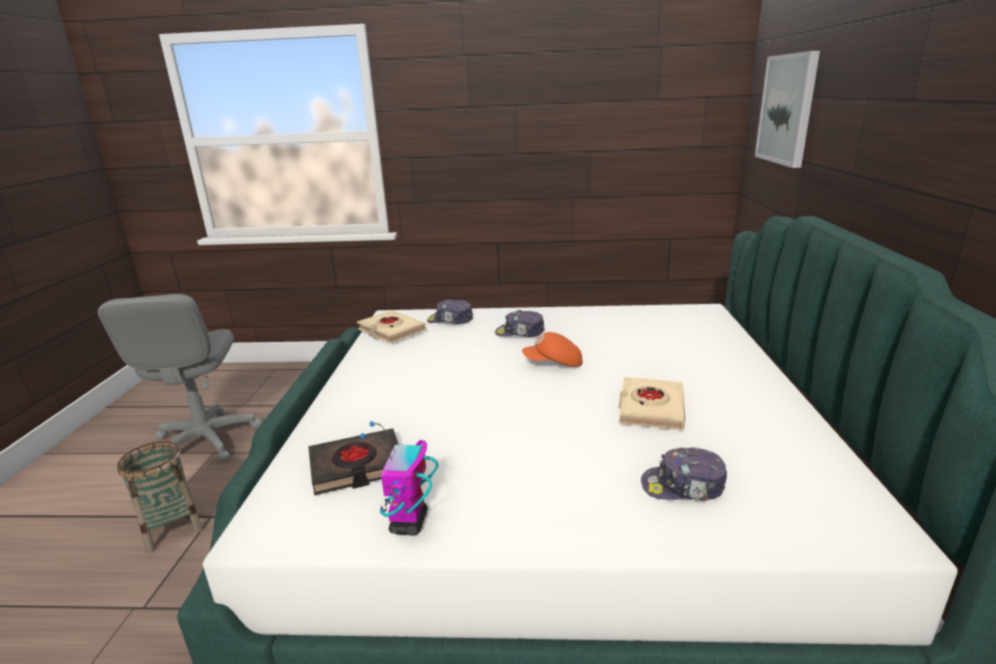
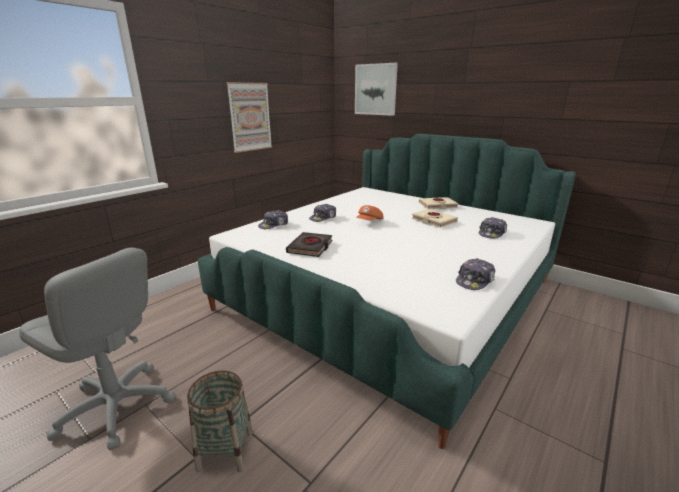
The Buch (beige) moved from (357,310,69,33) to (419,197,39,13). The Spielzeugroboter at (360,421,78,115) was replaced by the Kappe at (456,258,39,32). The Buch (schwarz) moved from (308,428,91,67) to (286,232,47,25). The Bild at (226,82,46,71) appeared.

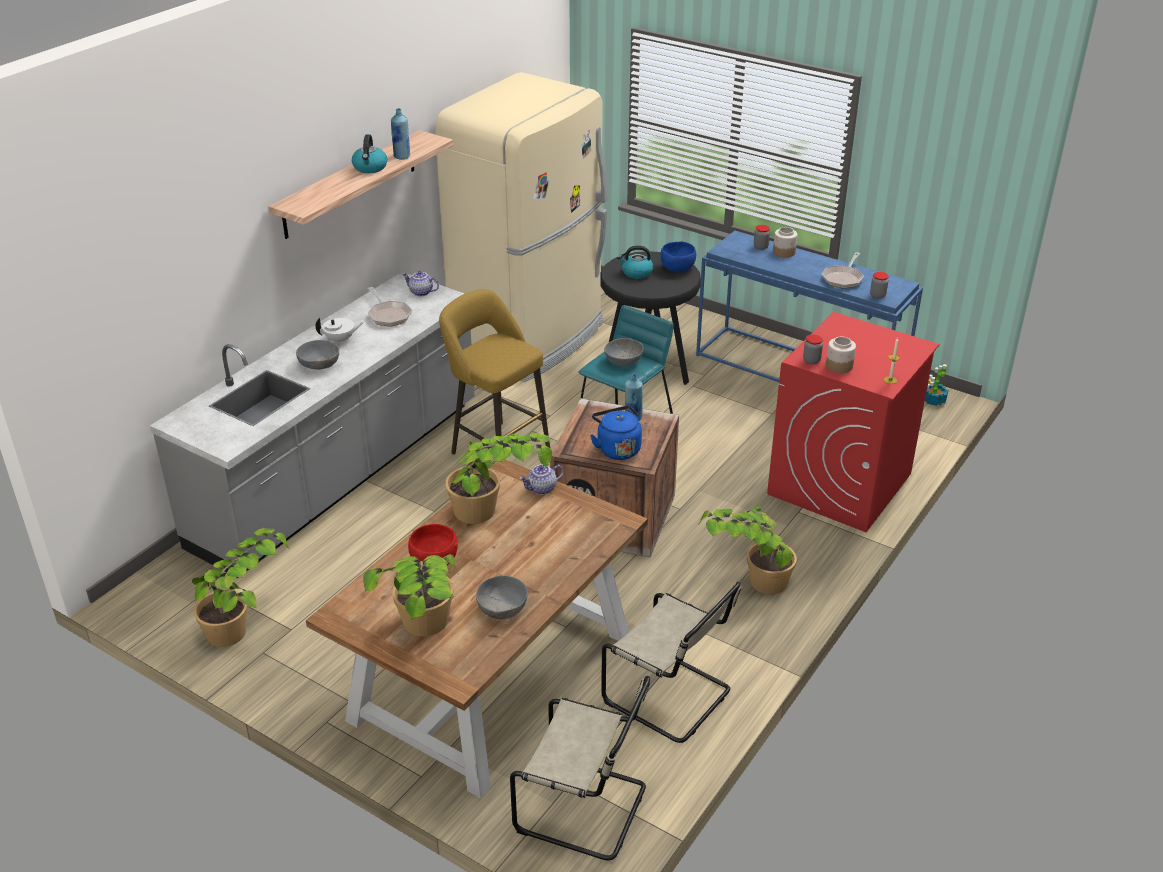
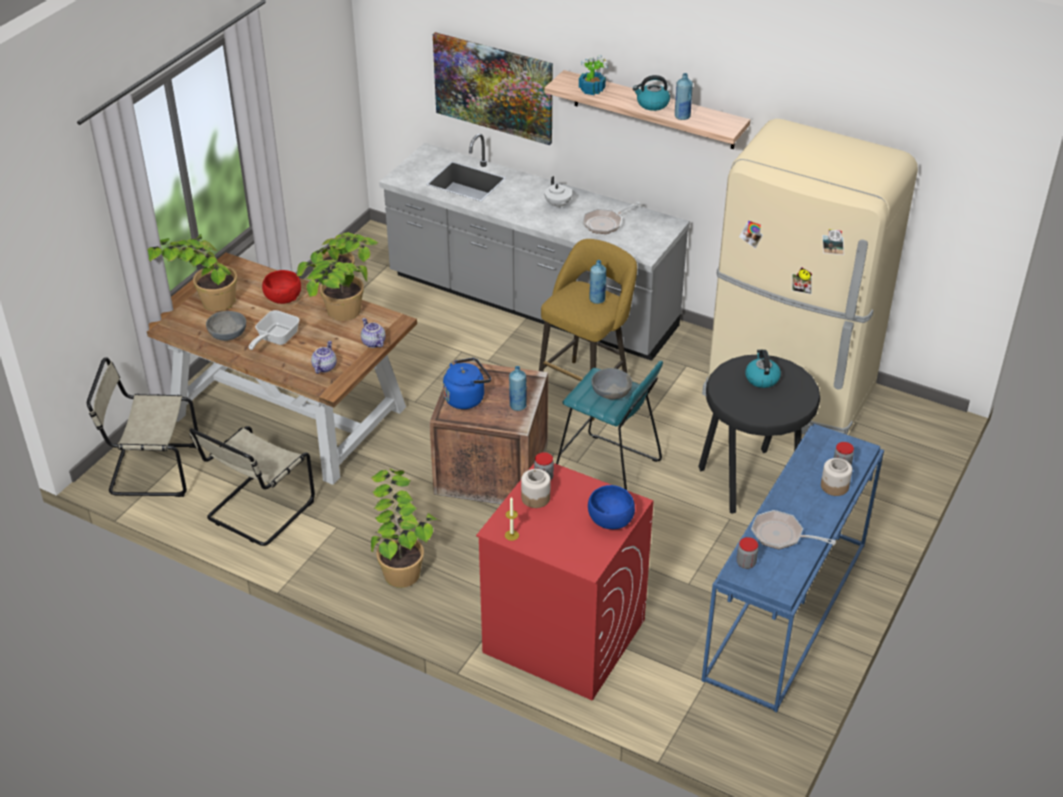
The Schüssel (blau) moved from (661,242,35,31) to (588,485,47,44). The Teekanne moved from (402,271,37,25) to (311,341,26,33). The Schüssel (grau) at (296,340,43,30) disappeared. The Topfpflanze moved from (925,364,23,42) to (579,55,30,40). The Stuhl (beige) at (510,676,140,184) turned 75 degrees clockwise. The Bild at (433,32,120,113) appeared. The Flasche (blau) at (589,260,17,44) appeared. The Pfanne at (249,310,50,40) appeared.

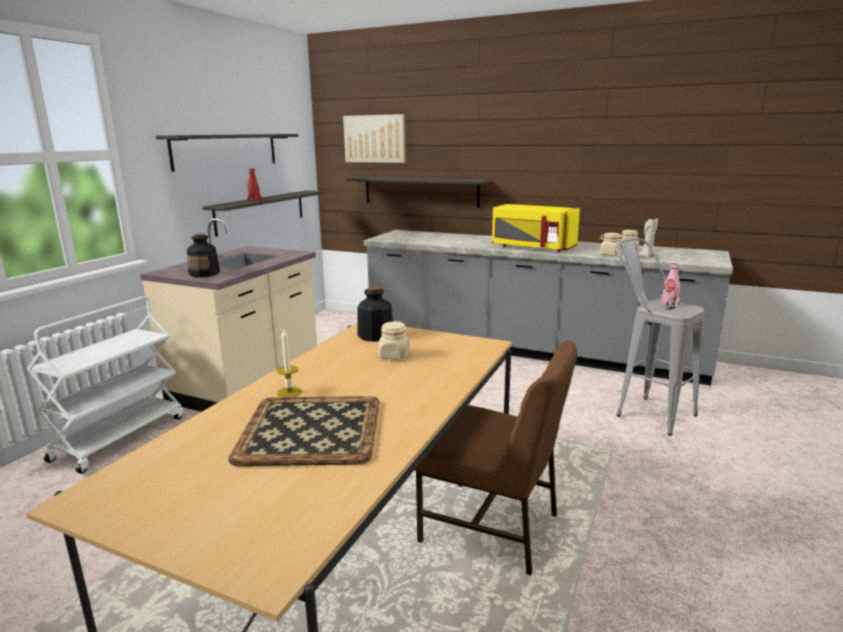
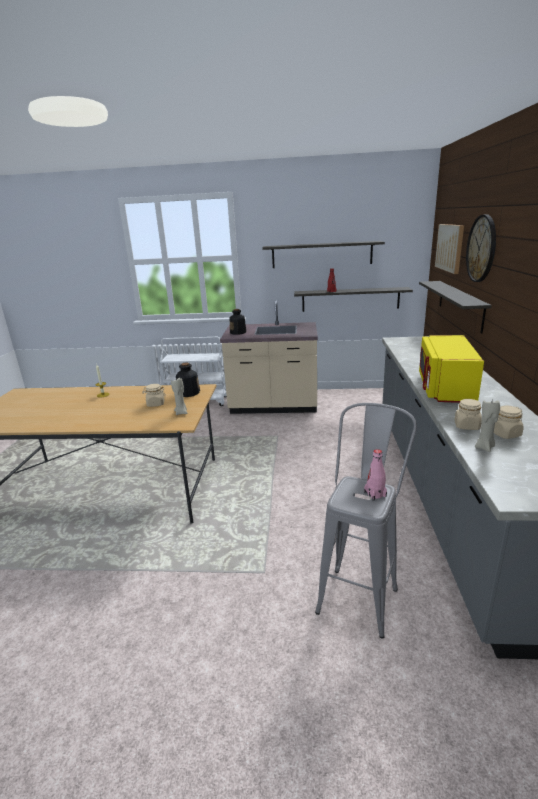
The Stuhl (braun) at (415,341,163,234) disappeared. The Tablett at (228,396,152,70) disappeared. The Wanduhr at (466,214,30,68) appeared. The Kerze (beige) at (171,378,16,37) appeared.

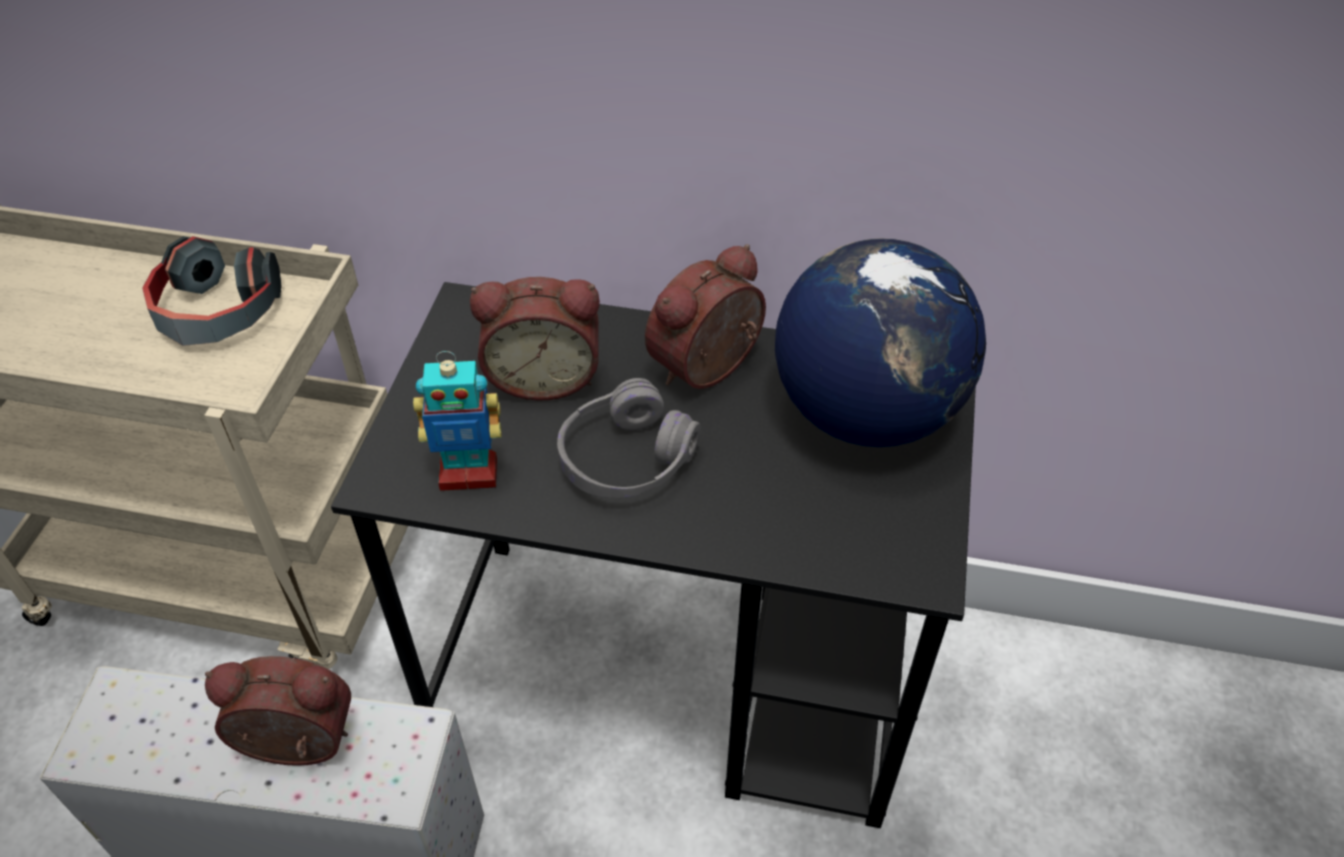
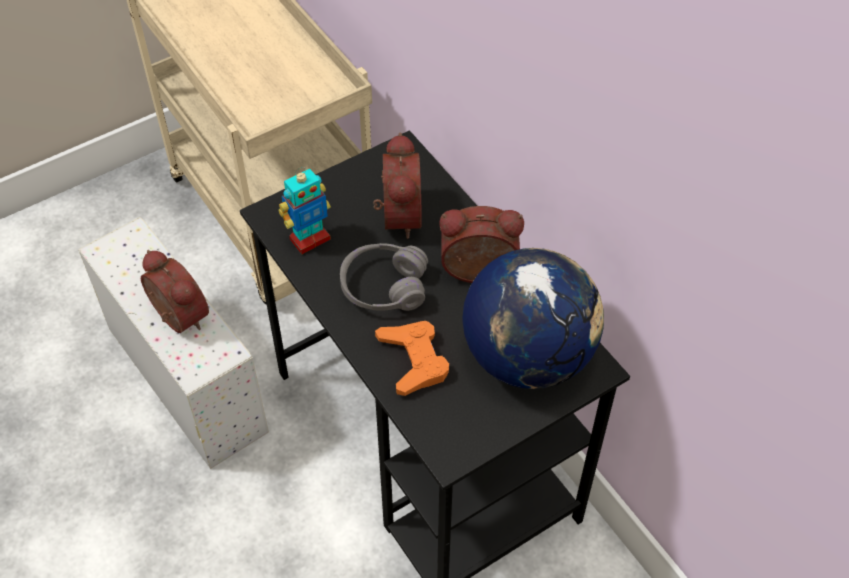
The Kopfhörer at (142,236,140,110) disappeared. The Wecker at (470,277,130,124) turned 135 degrees counterclockwise. The Spielzeugroboter at (413,351,88,140) turned 75 degrees counterclockwise. The Gamepad (orange) at (375,321,74,75) appeared.

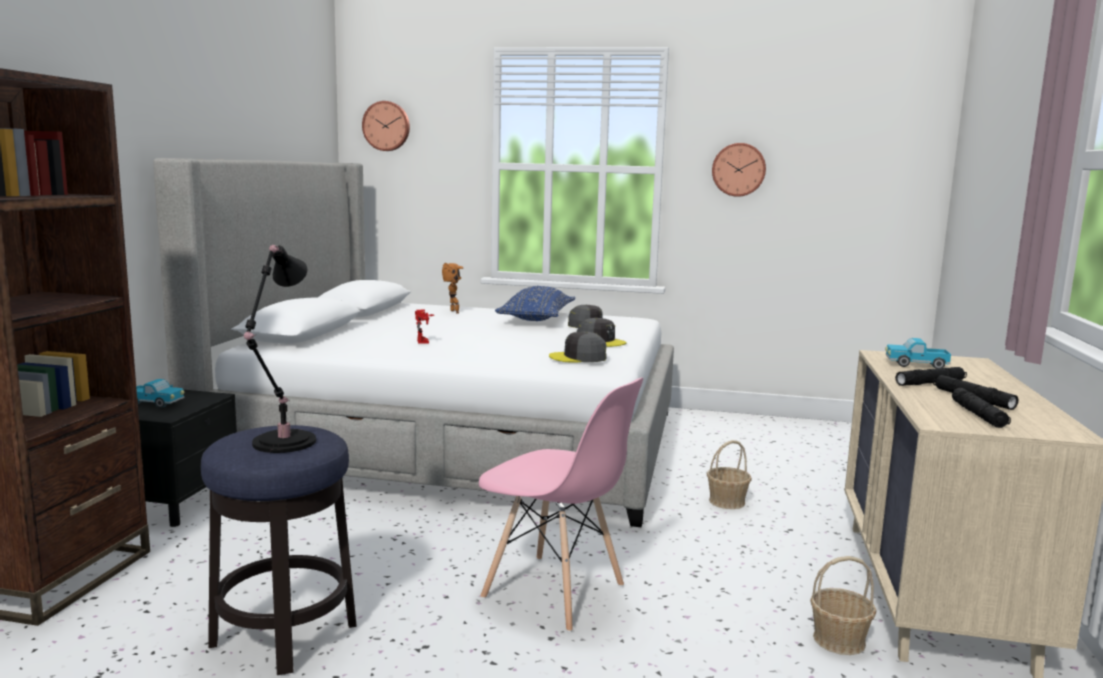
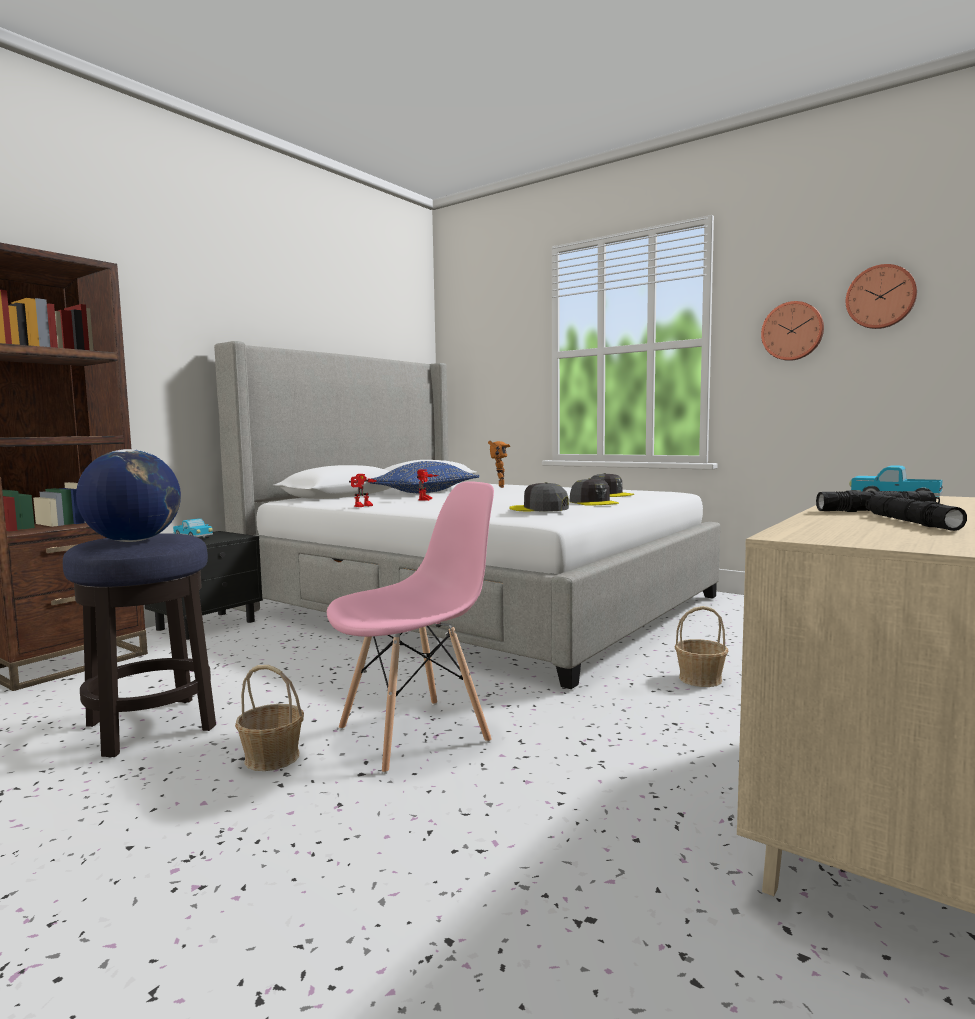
The Wanduhr moved from (362,101,48,50) to (846,264,71,65). The Tischlampe (schwarz) at (244,245,72,208) was replaced by the Globus at (76,449,105,93). The Kissen (blau) moved from (495,286,80,35) to (369,461,110,32). The Stuhl (rosa) at (479,378,164,254) turned 90 degrees counterclockwise. The Taschenlampe (schwarz) at (952,388,59,40) disappeared. The Korb moved from (810,556,67,99) to (235,665,69,106). The Spielzeugroboter at (349,474,28,33) appeared.

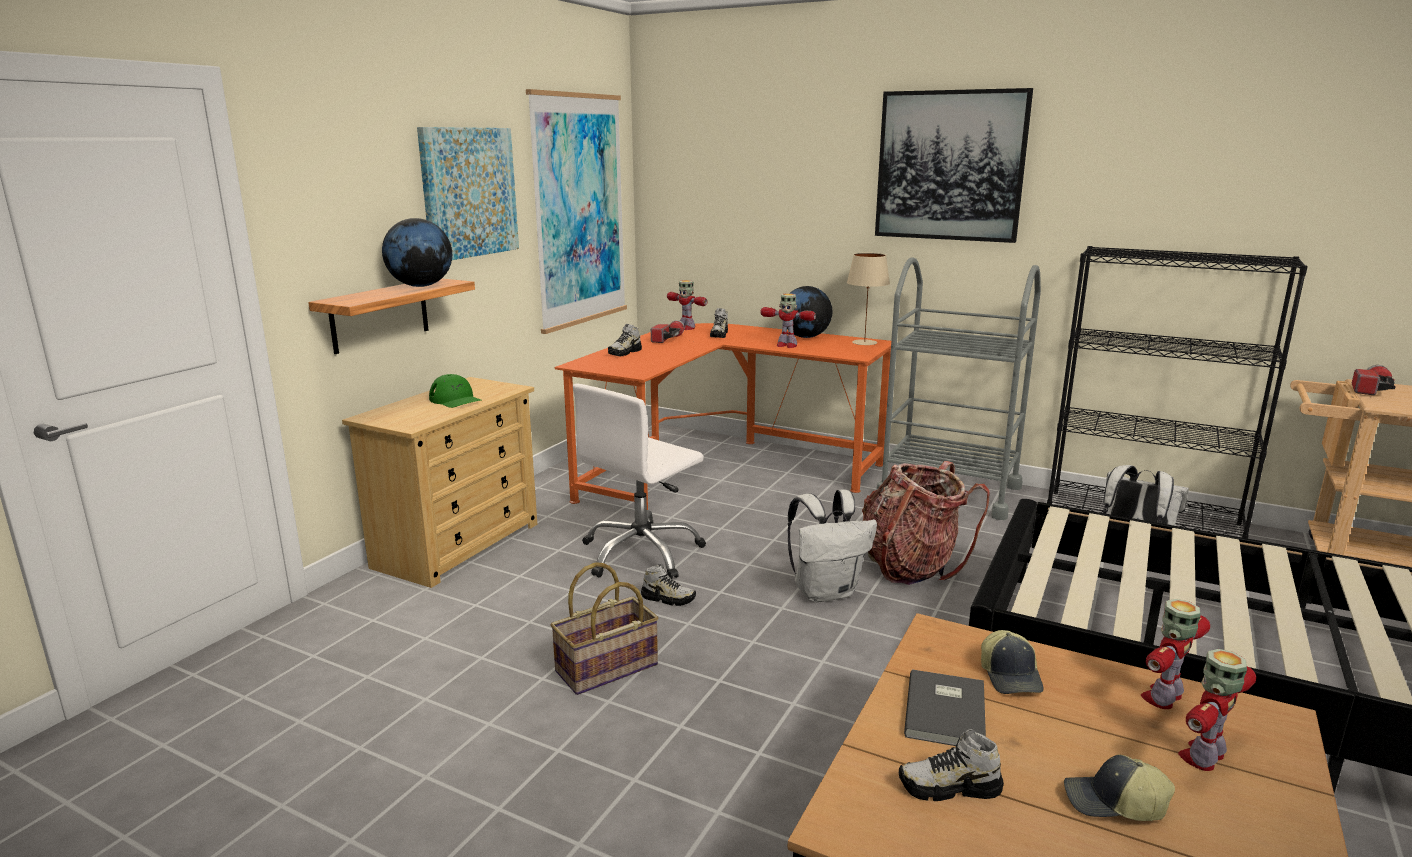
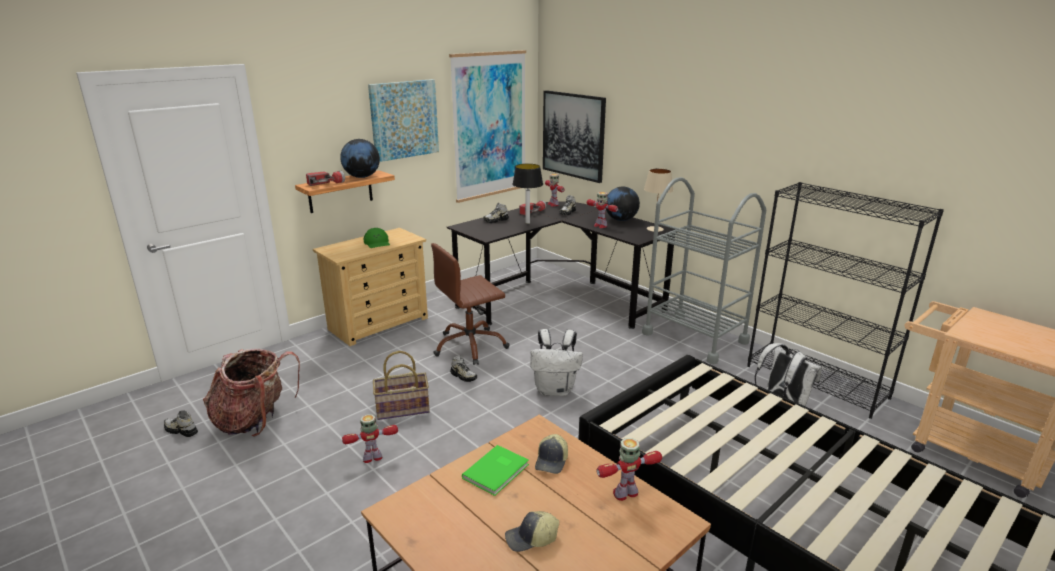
The Bild moved from (875,88,158,155) to (543,90,63,93). The Schreibtisch (orange) at (555,323,336,187) became the Schreibtisch (schwarz) at (447,201,230,128). The Taschenlampe moved from (1352,365,44,30) to (306,171,39,15). The Bürostuhl (weiß) at (573,384,133,195) became the Bürostuhl (braun) at (431,243,79,122). The Rucksack moved from (862,461,127,124) to (203,349,97,88). The Spielzeugroboter moved from (1178,649,78,122) to (342,414,56,49). The Buch (grau) at (904,669,82,77) became the Buch (grün) at (462,445,67,51). The Schuh moved from (899,729,105,72) to (164,410,34,27). The Kappe at (1064,755,111,66) turned 45 degrees counterclockwise. The Tischlampe at (512,164,31,60) appeared.

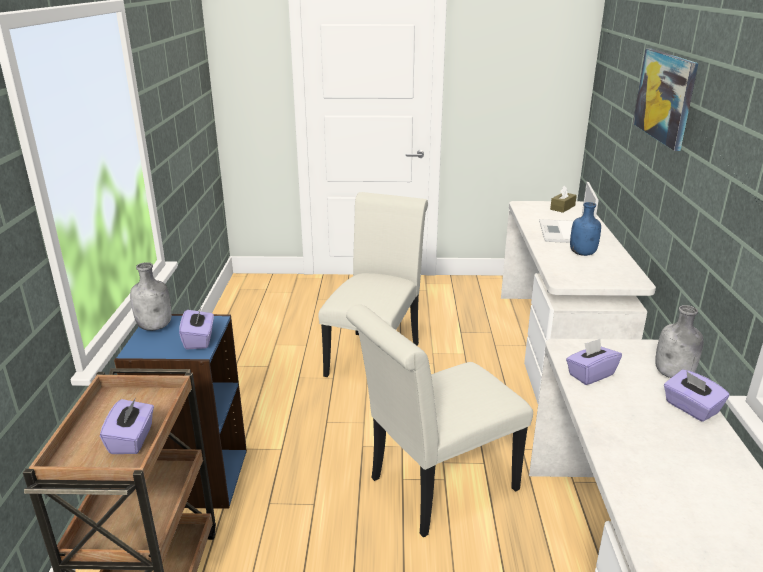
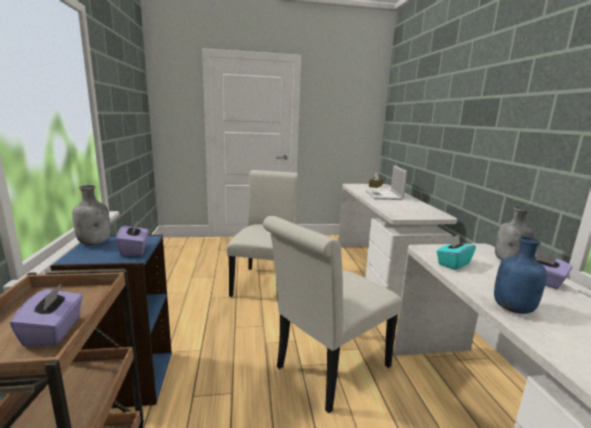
The Bild at (633,48,65,103) disappeared. The Flasche (blau) moved from (570,202,31,54) to (494,236,53,78). The Taschentuchbox (lila) at (566,338,56,47) became the Taschentuchbox (türkis) at (436,235,40,35).

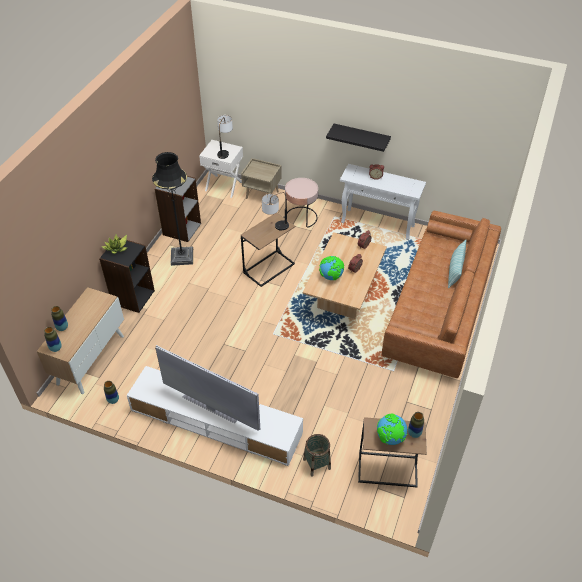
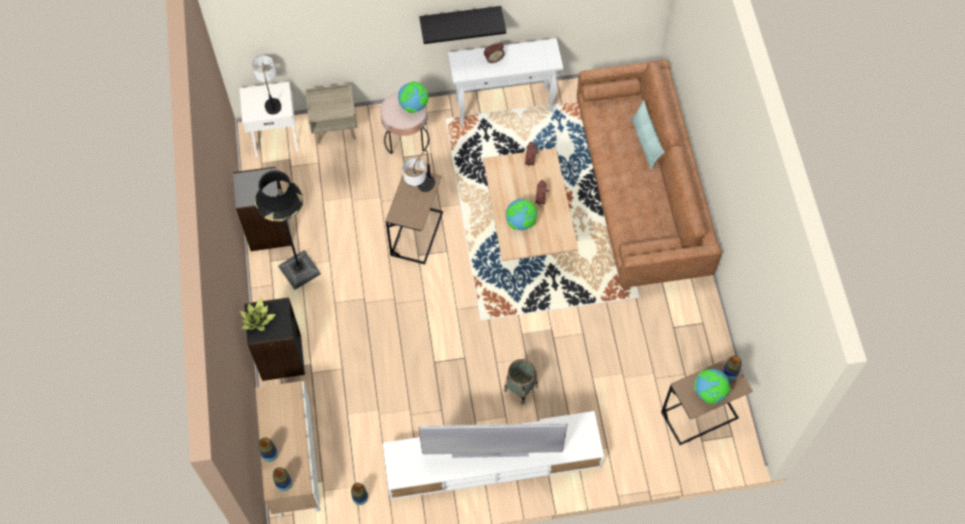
The Korb moved from (303,434,28,43) to (504,359,34,45). The Globus at (398,82,30,31) appeared.

